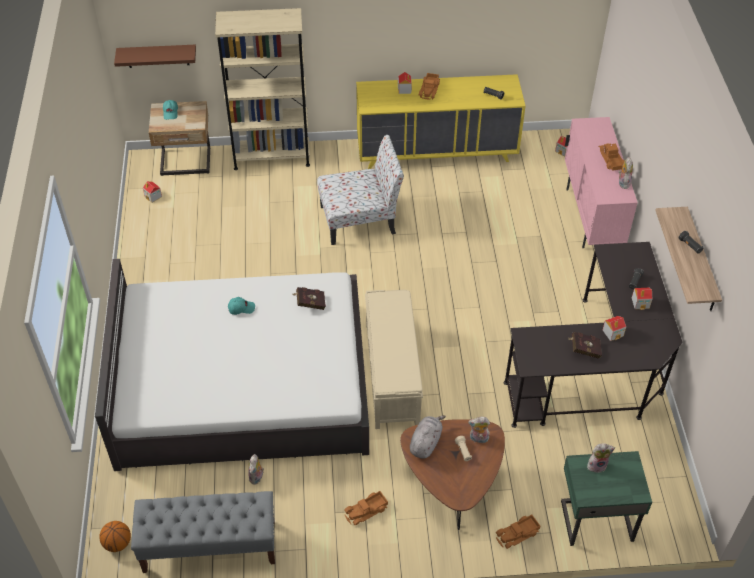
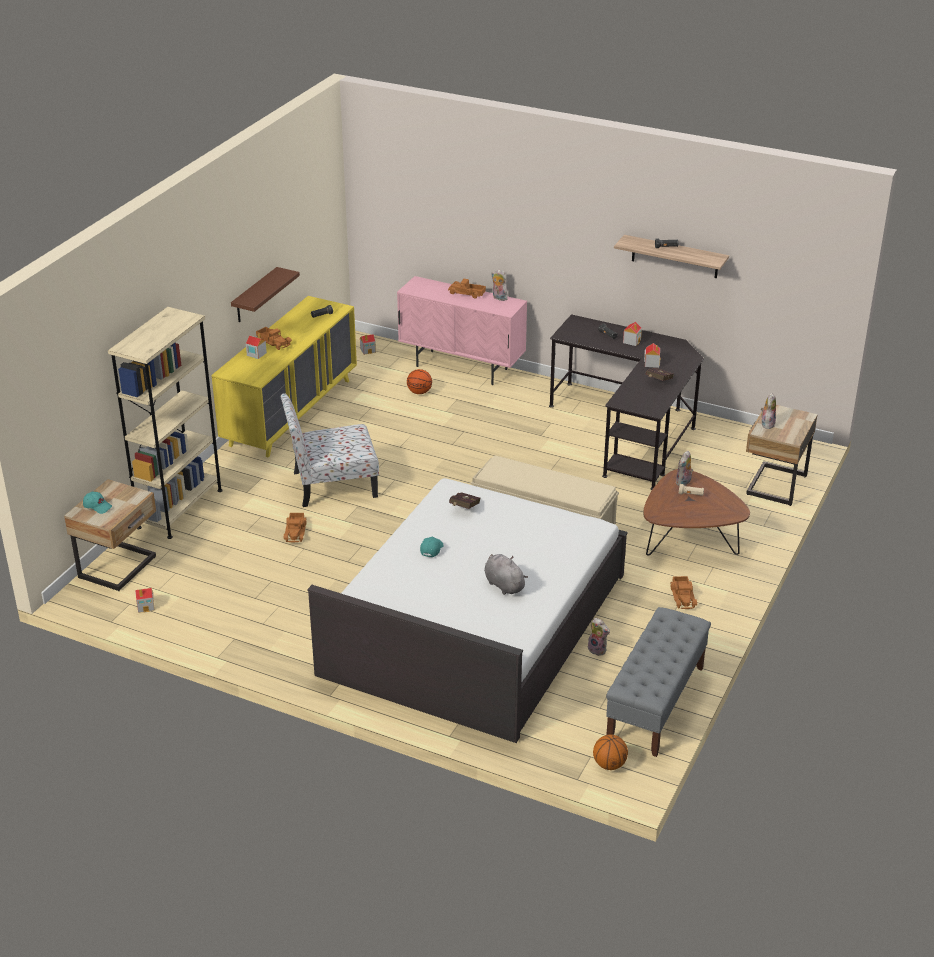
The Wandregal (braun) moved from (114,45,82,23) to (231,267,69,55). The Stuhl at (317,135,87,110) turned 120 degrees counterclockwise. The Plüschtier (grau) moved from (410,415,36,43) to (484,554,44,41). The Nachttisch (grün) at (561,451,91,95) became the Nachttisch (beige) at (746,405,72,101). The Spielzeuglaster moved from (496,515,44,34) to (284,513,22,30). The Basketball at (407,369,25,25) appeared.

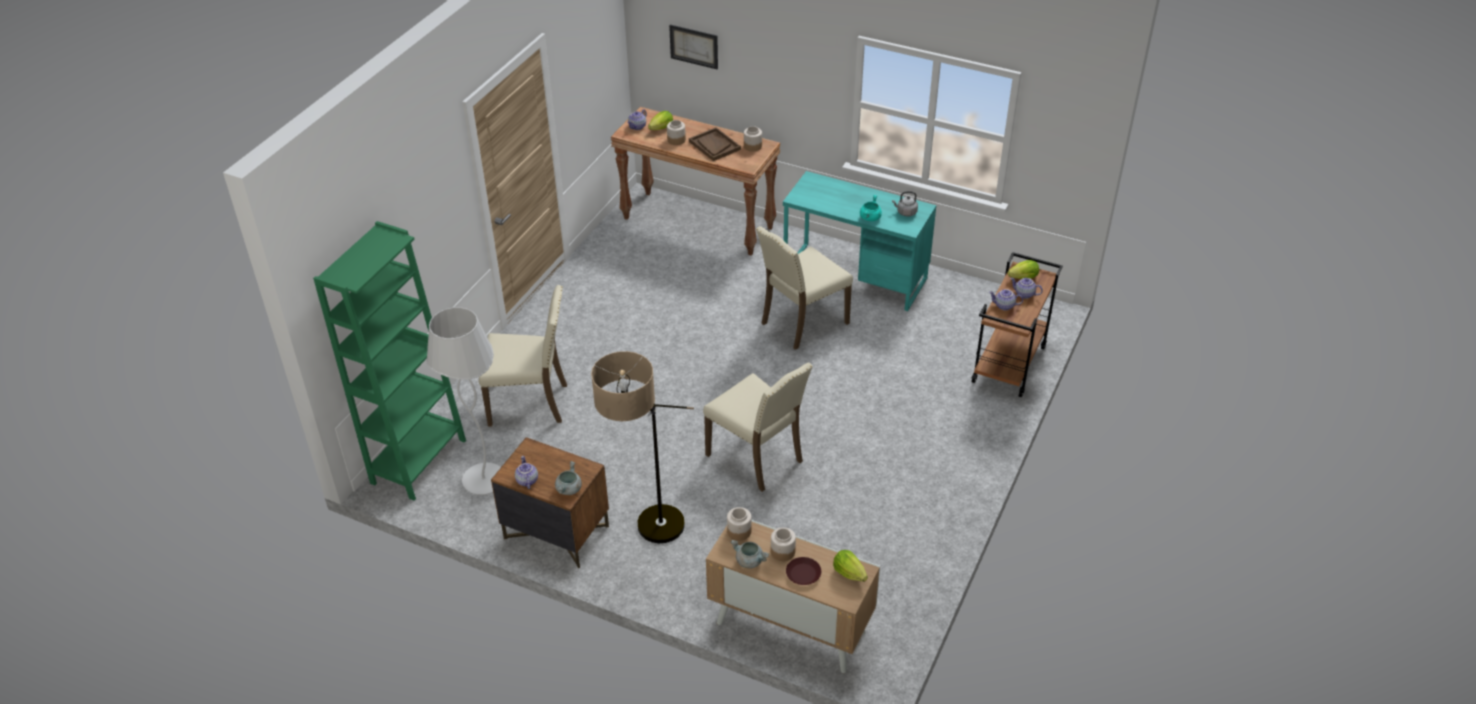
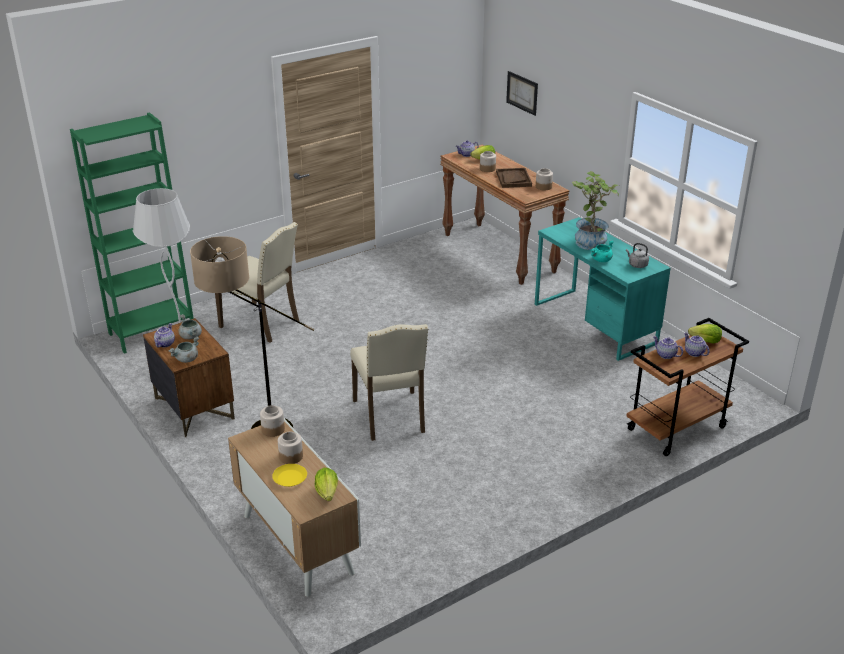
The Stuhl (beige) at (756,226,97,124) disappeared. The Kochtopf (grau) moved from (731,540,38,29) to (179,314,23,25). The Teller (braun) at (786,557,35,28) became the Teller (gelb) at (272,464,35,23). The Topfpflanze at (571,171,48,79) appeared.

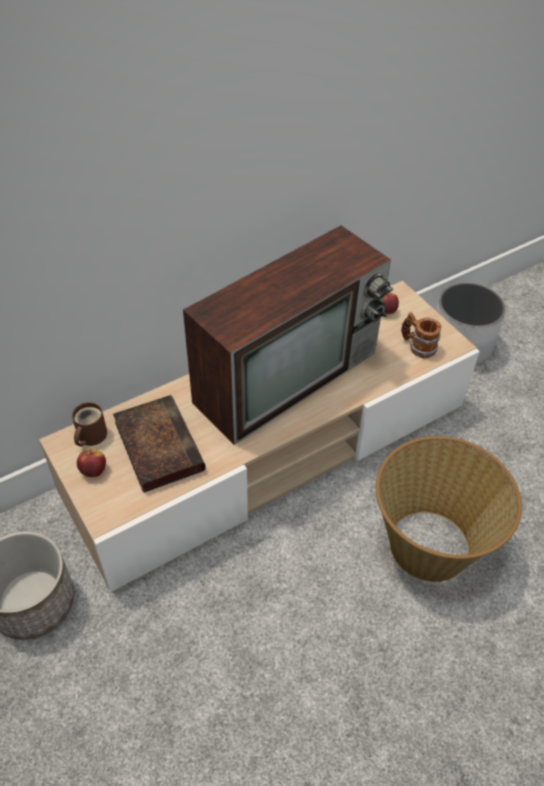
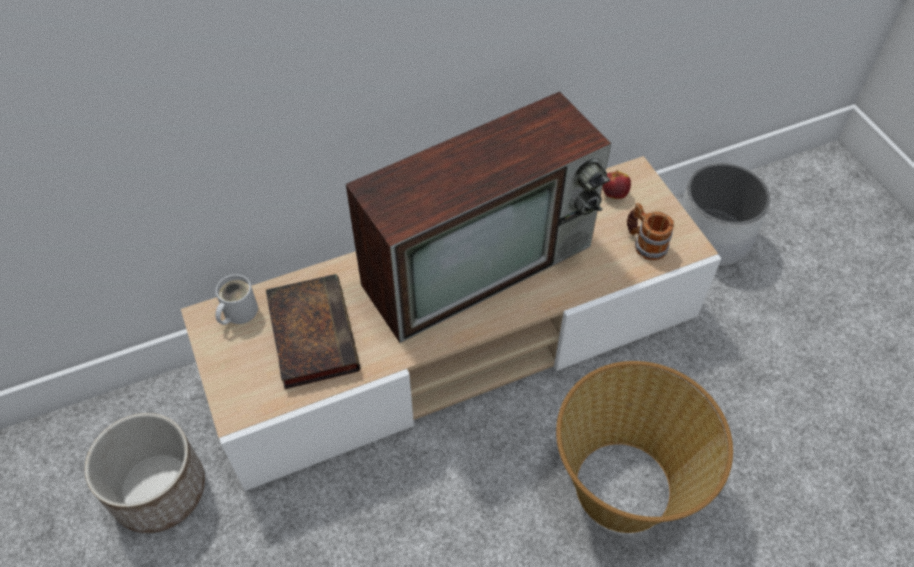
The Henkelbecher (braun) at (72,402,35,45) became the Henkelbecher (weiß) at (215,274,43,51). The Apfel at (77,449,29,28) disappeared.

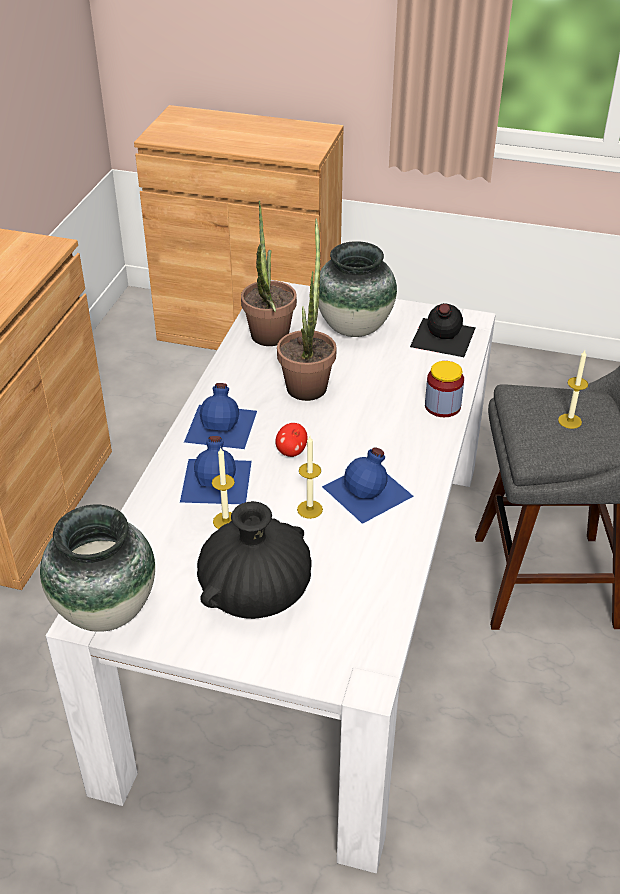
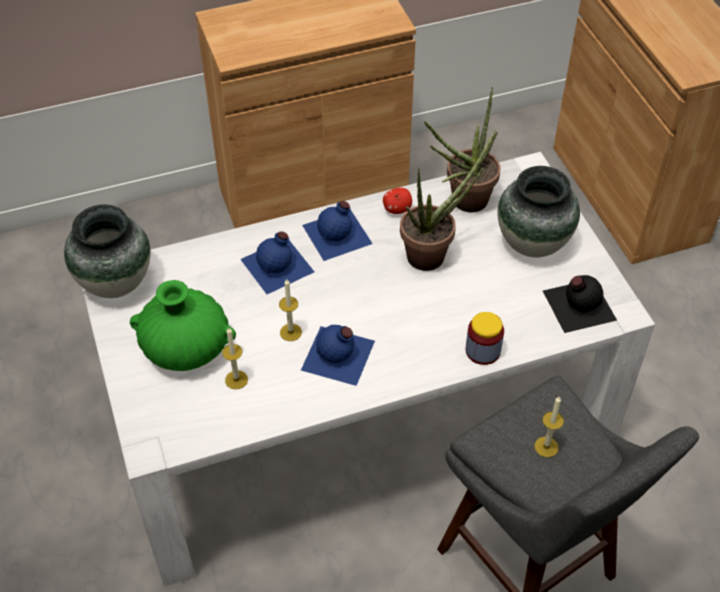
The Apfel moved from (275,423,33,34) to (383,188,29,26). The Kerze moved from (212,447,23,82) to (222,327,26,62). The Vase (schwarz) at (197,501,115,118) became the Vase (grün) at (130,280,106,91).

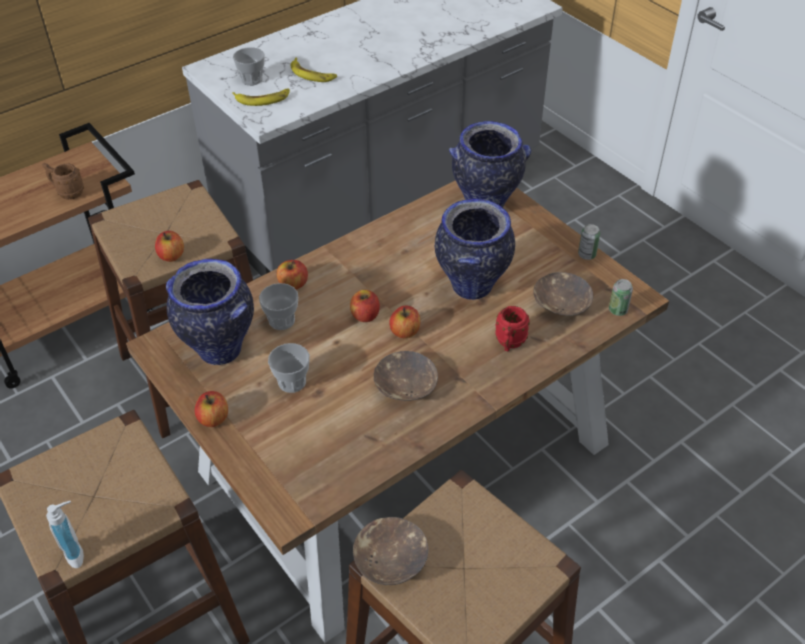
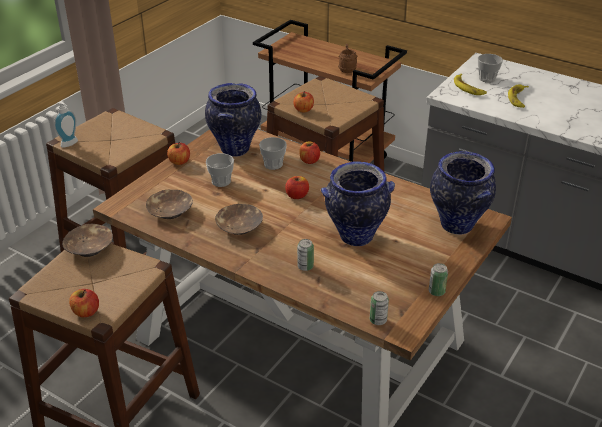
The Schüssel (braun) moved from (533,272,60,44) to (146,190,47,29). The Apfel moved from (389,306,31,32) to (69,289,30,28). The Henkelbecher (rot) at (495,306,35,45) was replaced by the Dose at (297,239,17,32).

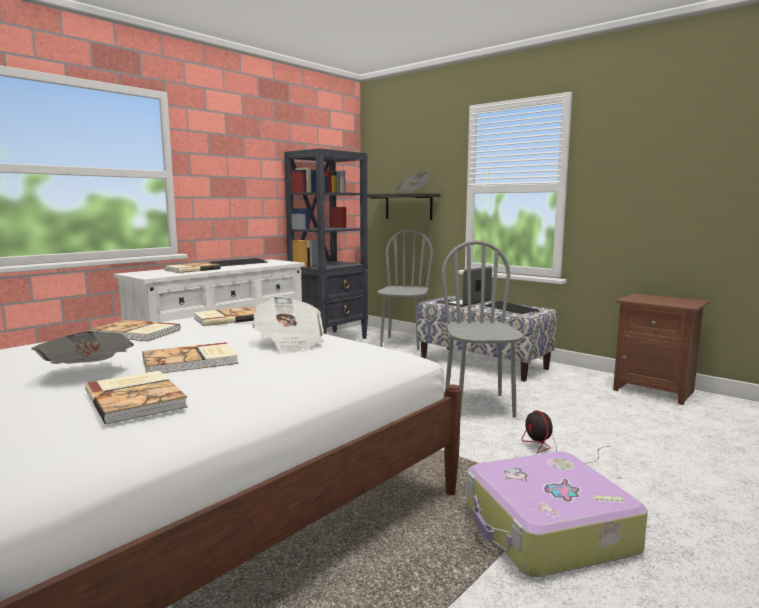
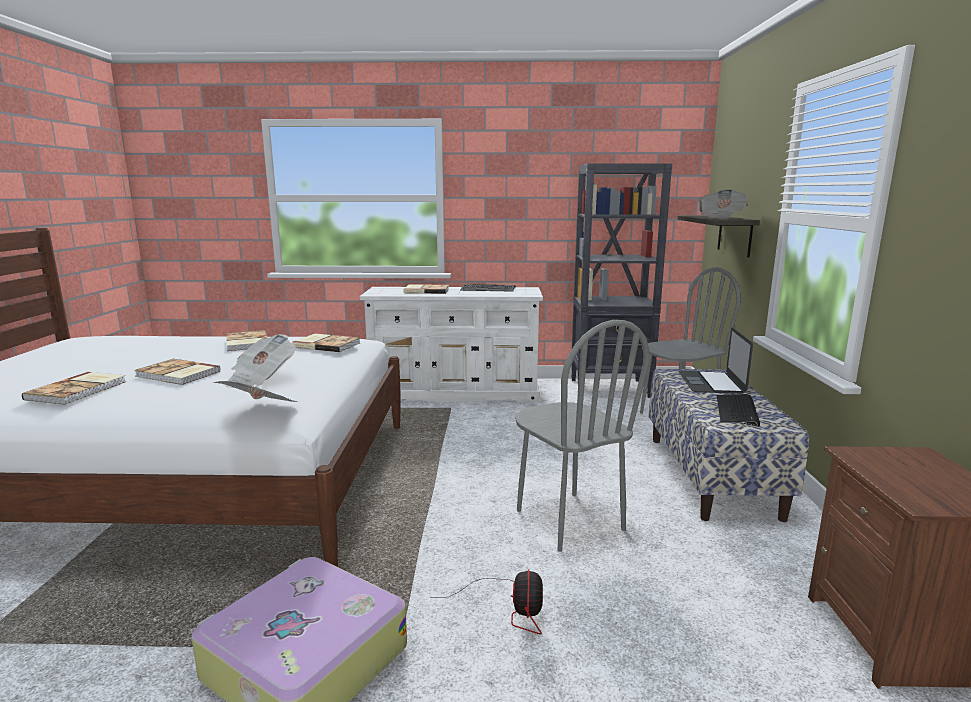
The Stuhl (grau) at (441,240,83,178) turned 105 degrees clockwise. The Laptop at (436,267,56,39) turned 90 degrees counterclockwise. The Zeitung moved from (32,331,102,33) to (213,381,85,21). The Ventilator at (521,410,87,53) turned 150 degrees clockwise.

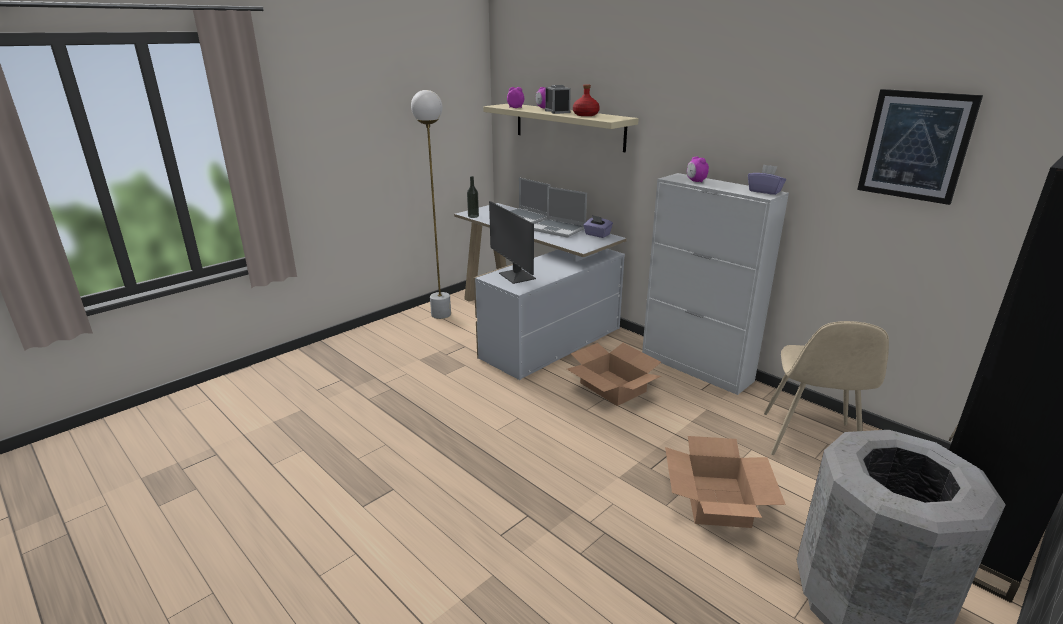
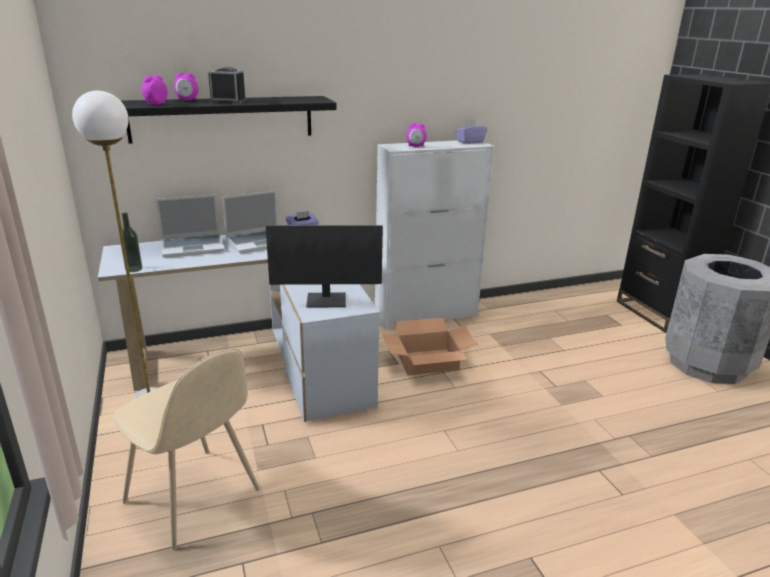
The Flasche (rot) at (573,84,27,32) disappeared. The Bild at (857,89,126,116) disappeared. The Wandregal (beige) at (483,104,156,48) became the Wandregal (schwarz) at (121,96,215,47). The Stuhl (beige) moved from (764,321,125,134) to (113,348,147,201). The Karton at (665,436,121,92) disappeared.

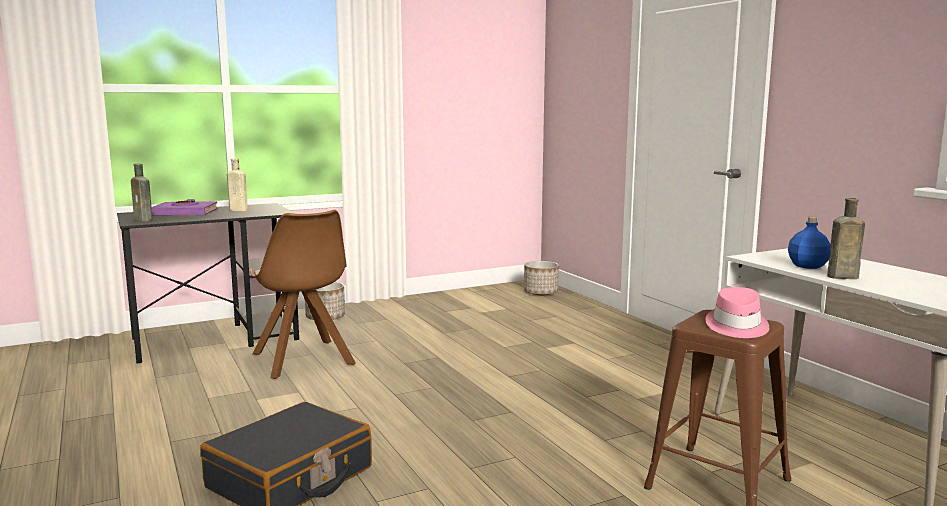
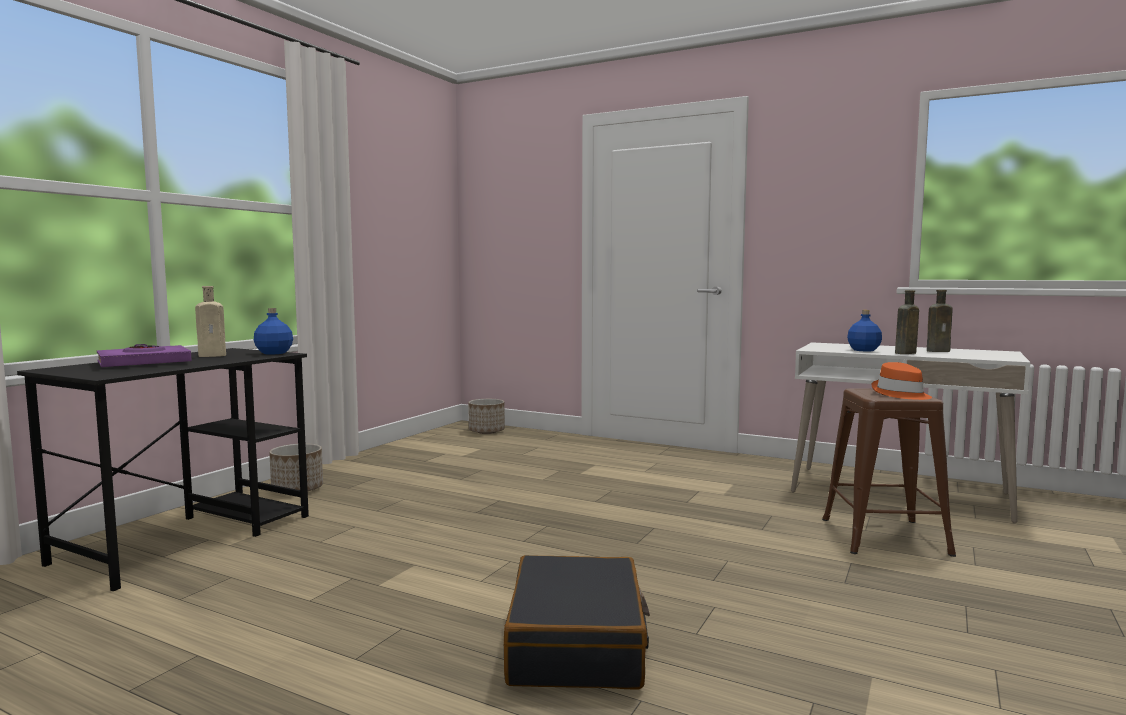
The Flasche (braun) moved from (131,164,21,58) to (927,290,26,62). The Stuhl (braun) at (250,210,106,169) disappeared. The Hut (rosa) at (706,287,63,51) became the Hut (orange) at (872,362,60,38). The Flasche (blau) at (254,308,39,47) appeared.

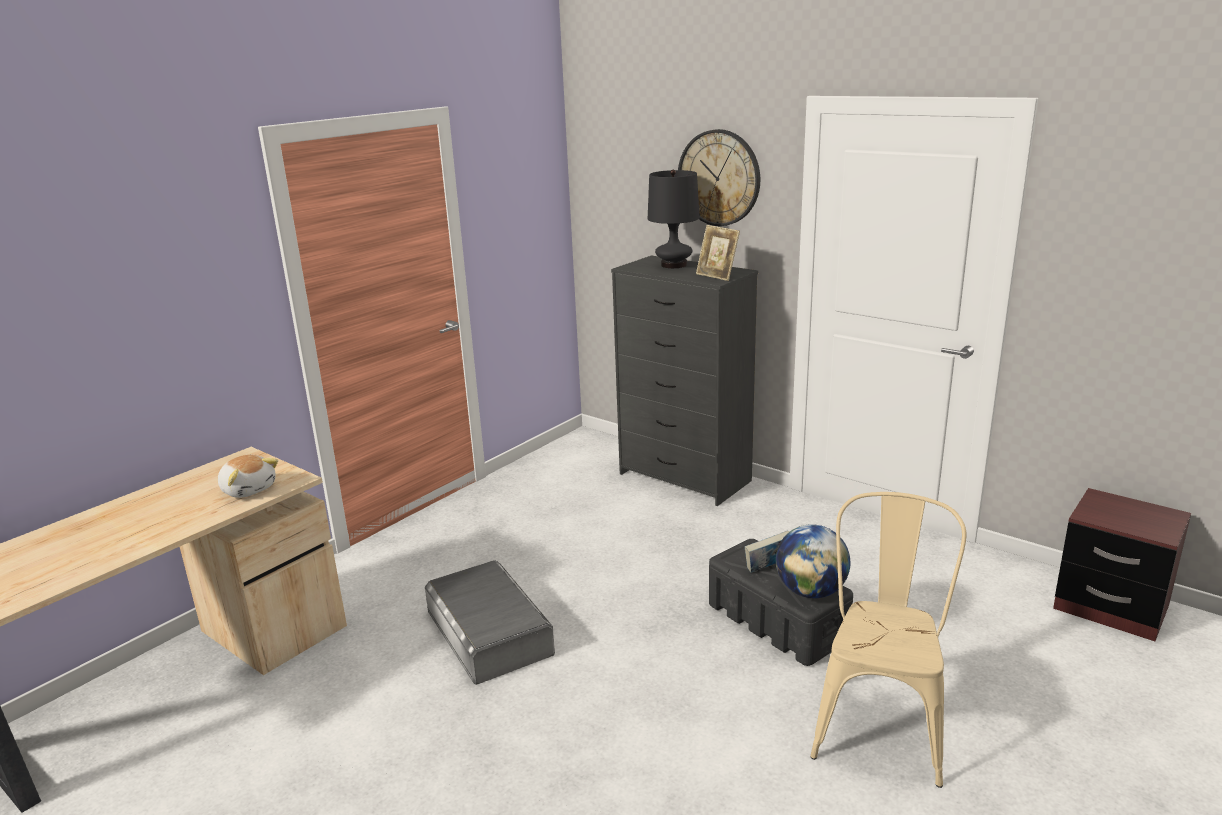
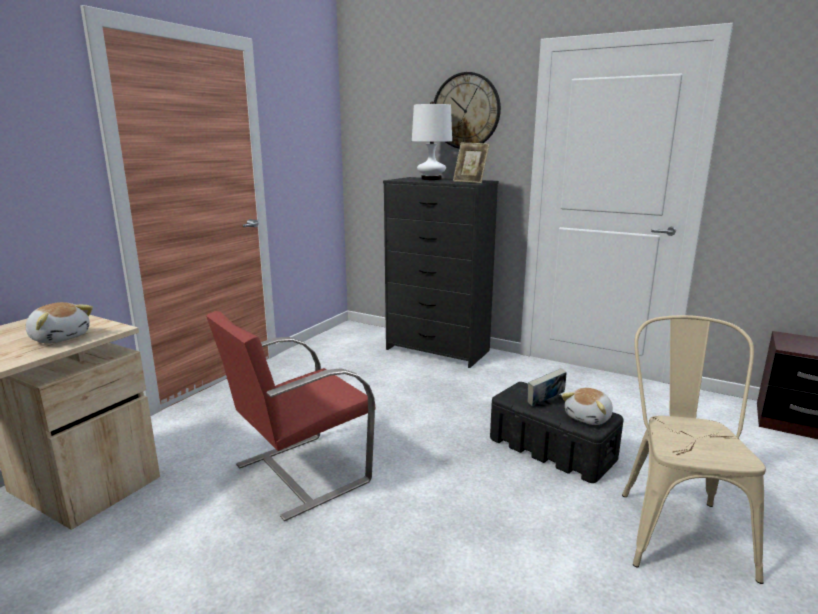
The Tischlampe (schwarz) at (648,170,52,98) became the Tischlampe (weiß) at (412,102,40,78). The Globus at (776,524,74,74) was replaced by the Plüschtier at (561,388,52,37). The Aufbewahrungsbox (grau) at (425,560,130,125) was replaced by the Stuhl (rot) at (206,311,169,210).

